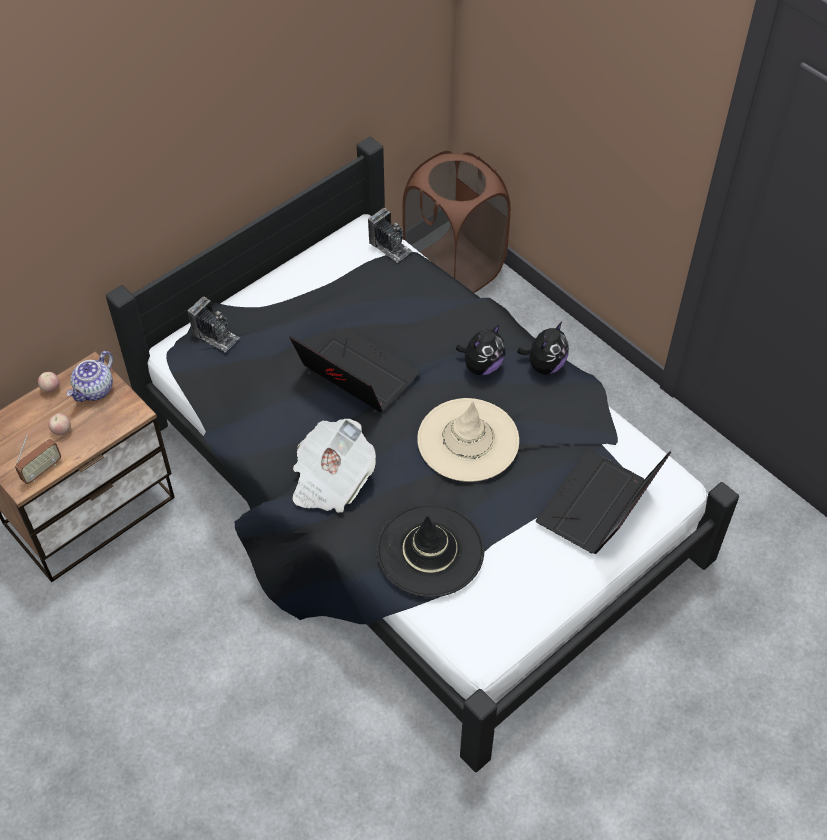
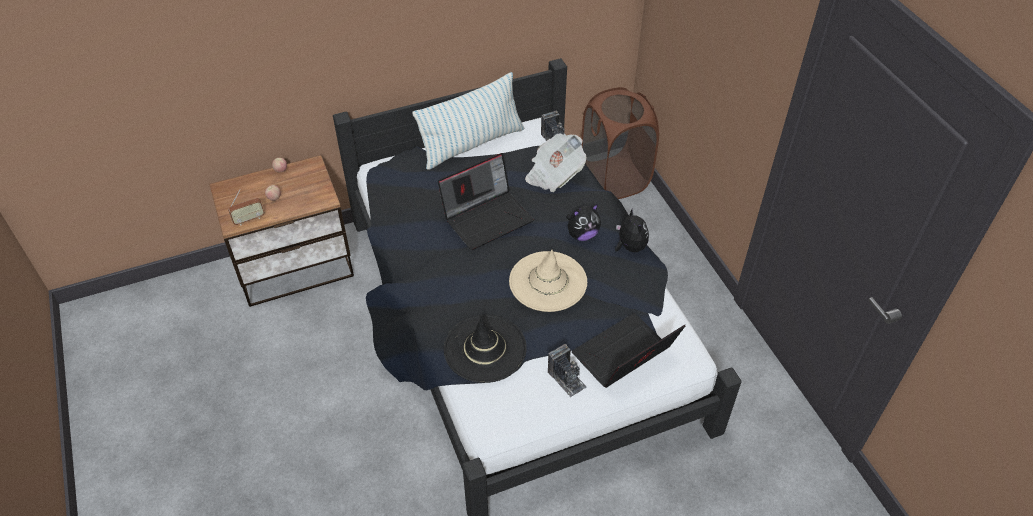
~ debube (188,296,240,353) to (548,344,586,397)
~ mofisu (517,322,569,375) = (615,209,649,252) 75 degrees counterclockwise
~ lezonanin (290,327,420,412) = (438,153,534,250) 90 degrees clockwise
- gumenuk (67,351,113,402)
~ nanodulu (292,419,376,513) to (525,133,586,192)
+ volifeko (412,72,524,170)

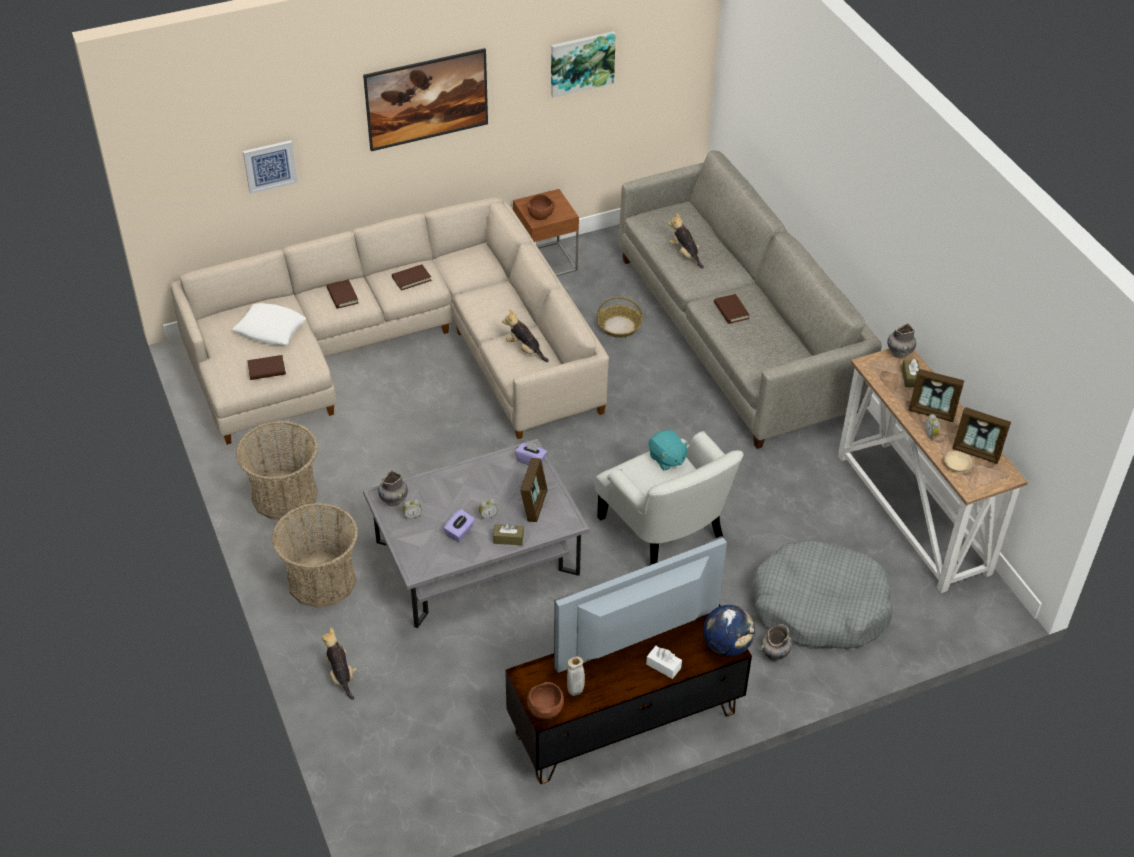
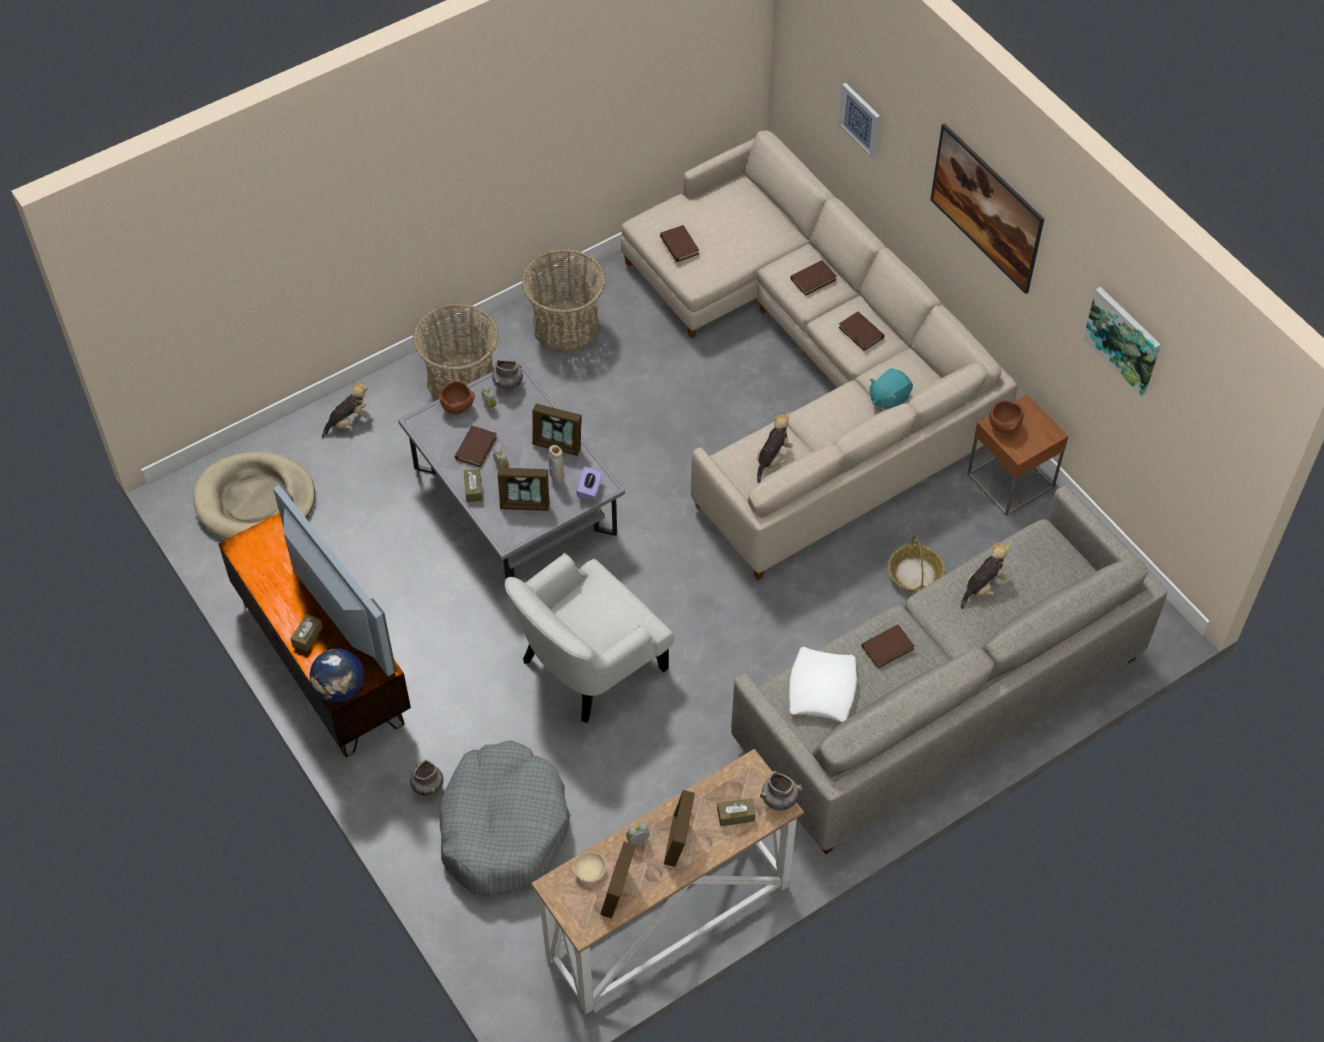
~ white_volifeko (233,303,306,345) to (789,647,857,722)
~ turquoise_mofisu (648,430,689,471) to (870,368,913,410)
~ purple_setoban (444,509,475,542) to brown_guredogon (455,426,497,467)
~ white_setoban (646,646,682,679) to brown_setoban (290,614,323,652)
~ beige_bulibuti (567,656,585,696) to (549,445,564,484)
~ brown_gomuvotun (527,682,564,719) to (438,381,475,415)
+ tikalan (532,403,582,456)
+ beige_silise (193,452,315,539)

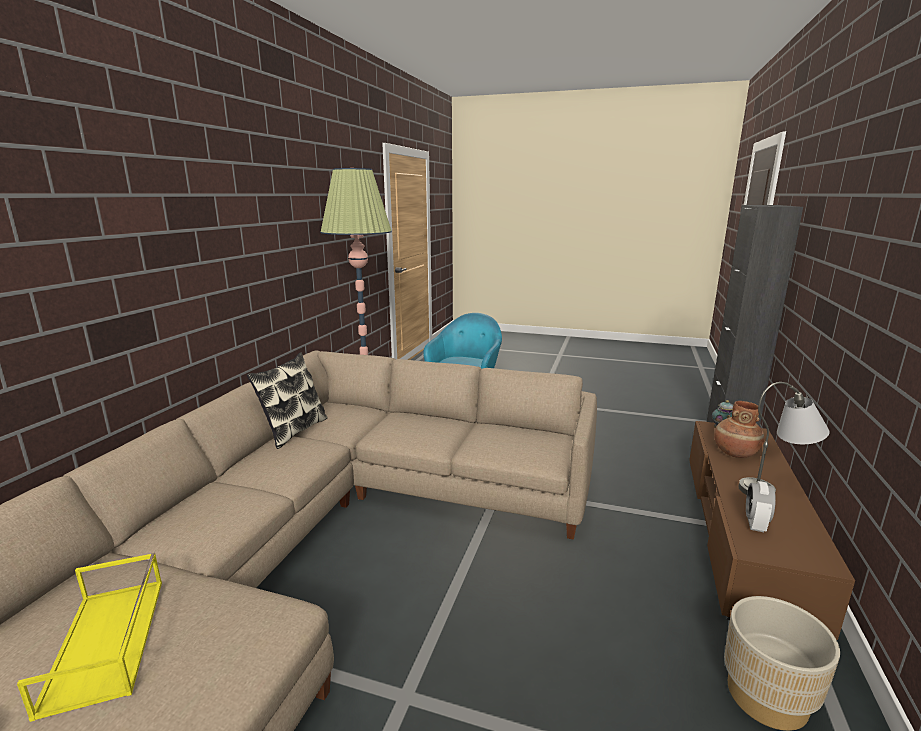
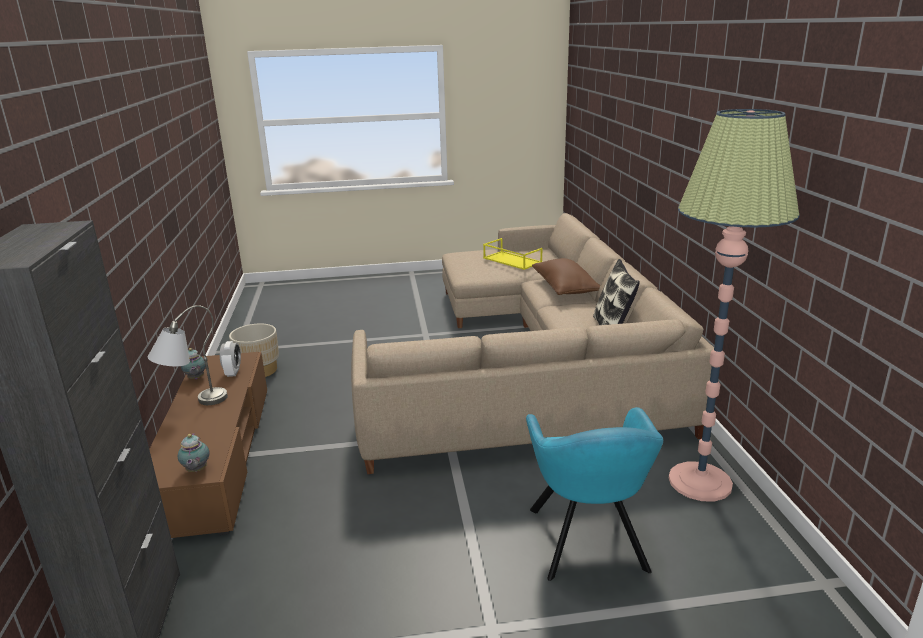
- brown_bulibuti (714,401,764,458)
+ brown_volifeko (532,258,600,295)
+ gumenuk (181,348,206,379)

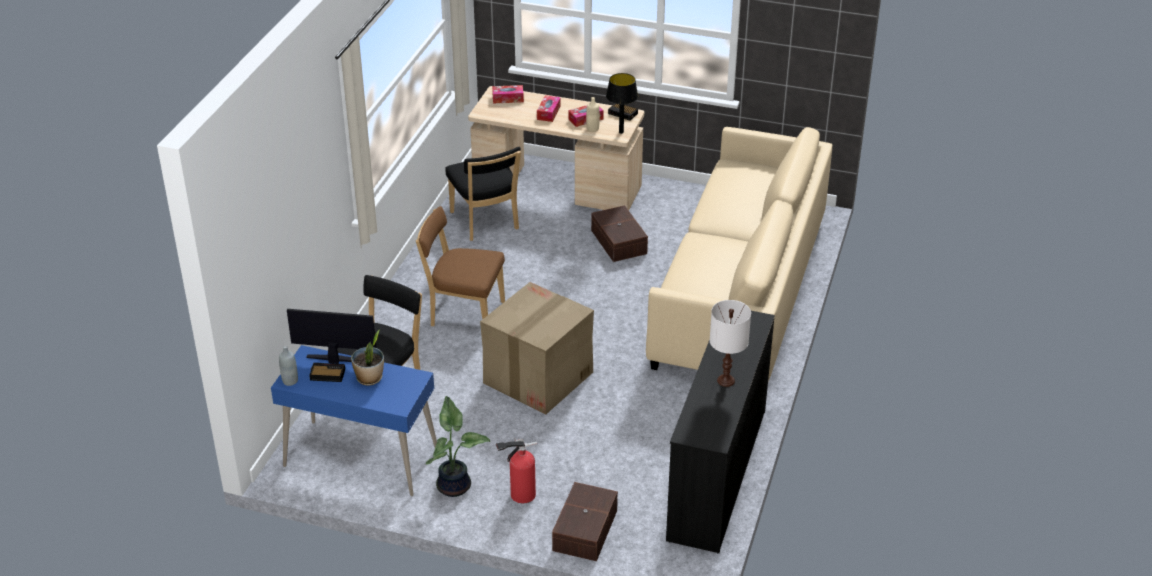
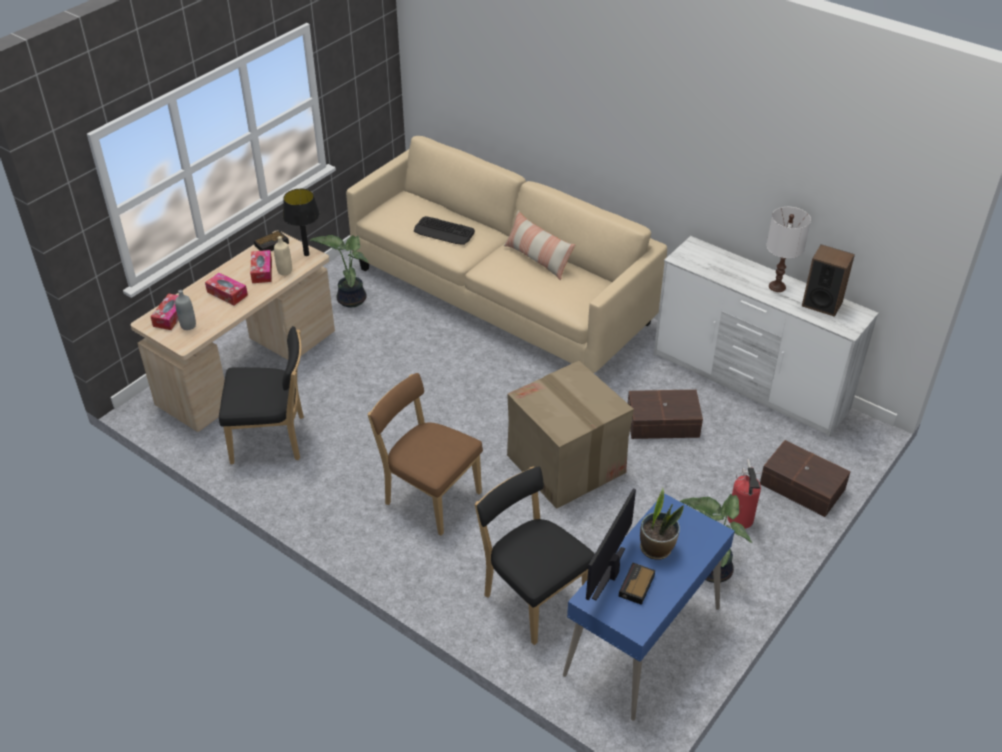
~ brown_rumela (591,205,648,262) to (628,389,703,439)
~ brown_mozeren (416,206,505,326) = (368,373,483,536) 90 degrees clockwise
~ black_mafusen (666,311,775,553) to white_mafusen (654,236,879,437)
~ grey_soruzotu (279,345,298,386) to (175,290,196,330)
+ volifeko (504,210,575,280)
+ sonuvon (414,216,475,245)
+ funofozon (310,235,368,307)
+ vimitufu (802,244,855,317)

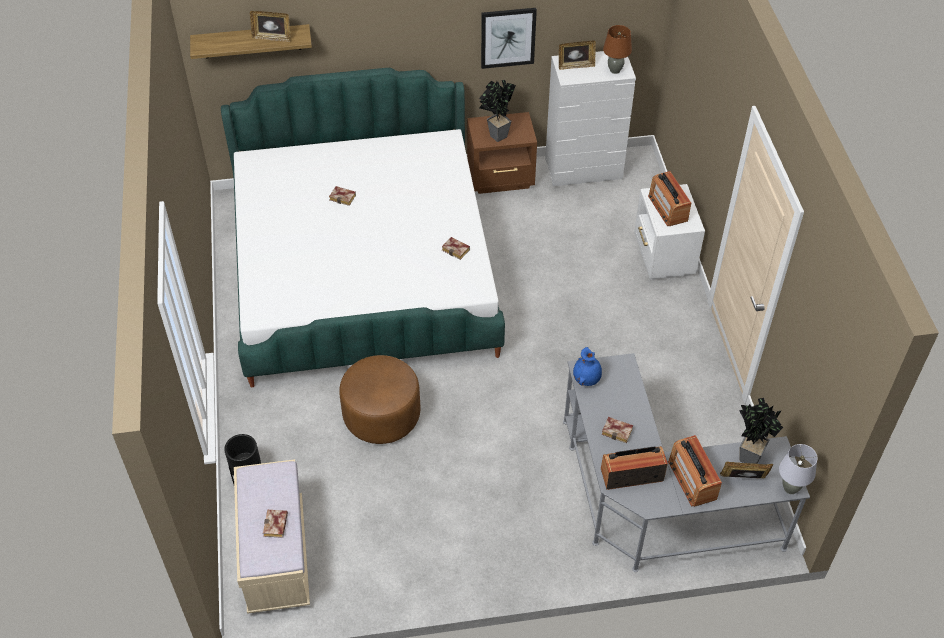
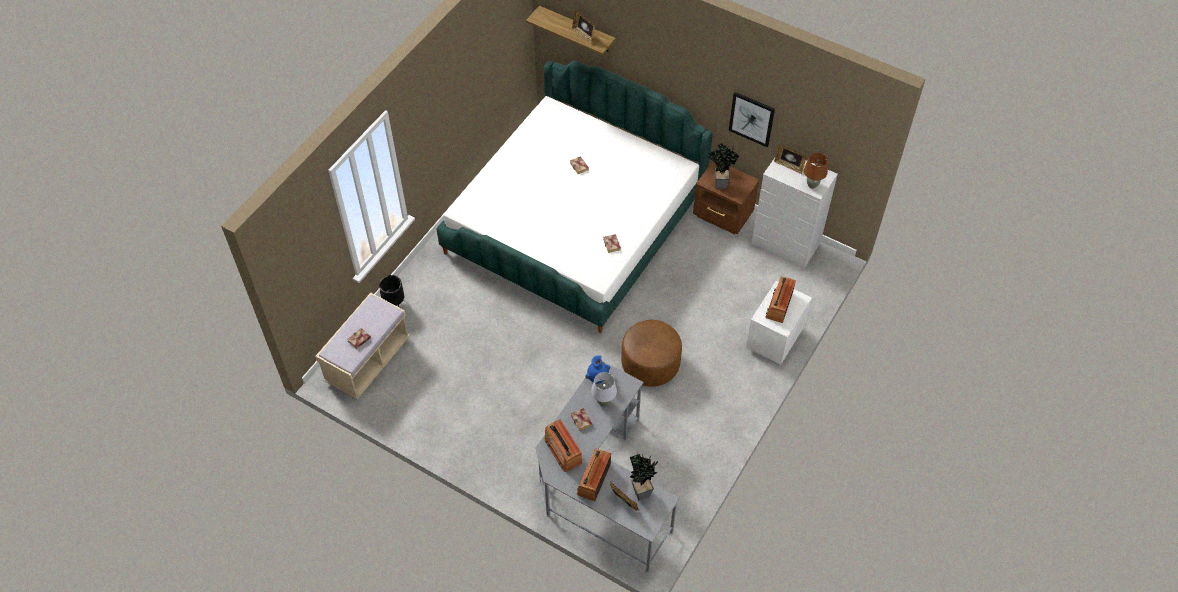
~ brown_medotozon (339,355,421,444) to (621,320,682,387)
~ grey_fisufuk (779,444,818,494) to (591,372,617,407)
~ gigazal (601,446,668,490) = (544,419,582,472) 150 degrees counterclockwise

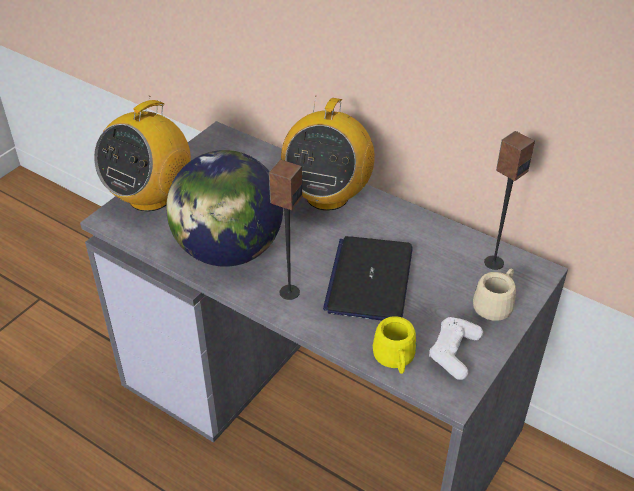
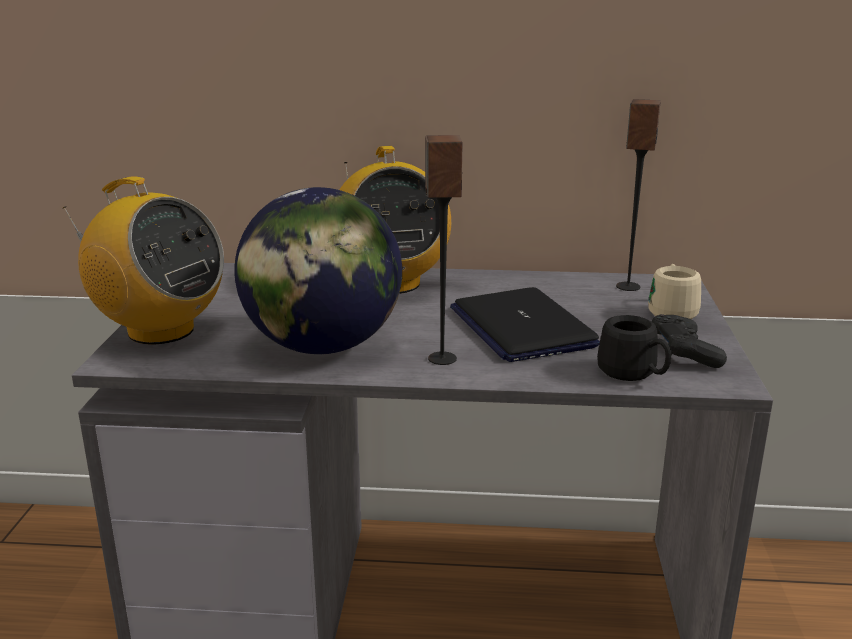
~ gigazal (94,96,191,212) = (63,176,224,344) 60 degrees counterclockwise
~ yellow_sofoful (373,316,416,374) to black_sofoful (597,315,671,381)
~ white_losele (429,317,483,380) to black_losele (652,314,727,368)

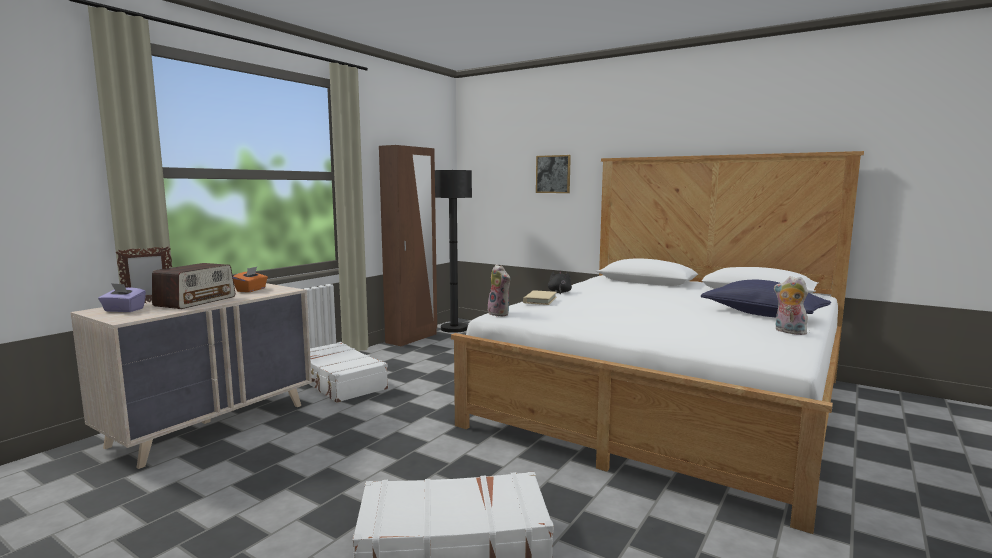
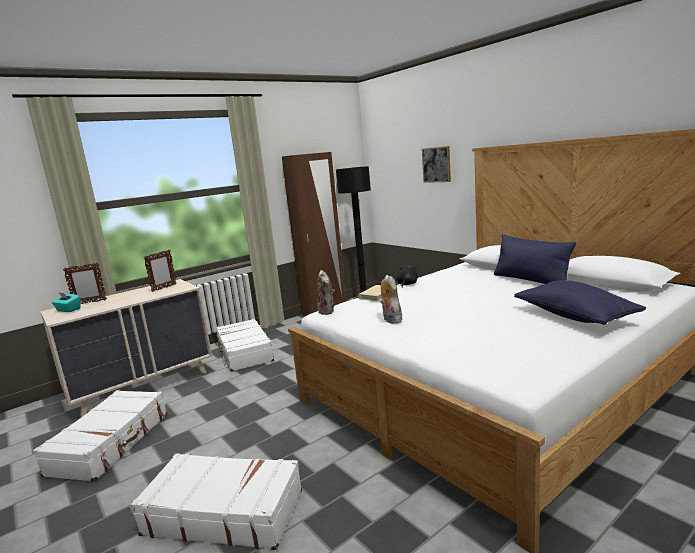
- gigazal (152,263,235,309)
~ orange_setoban (233,267,268,292) to tikalan (144,250,177,292)
~ mofisu (774,276,811,335) to (380,275,402,324)
~ purple_setoban (98,283,146,312) to turquoise_setoban (52,293,81,312)
+ blue_volifeko (494,234,576,284)
+ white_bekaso (33,390,167,482)

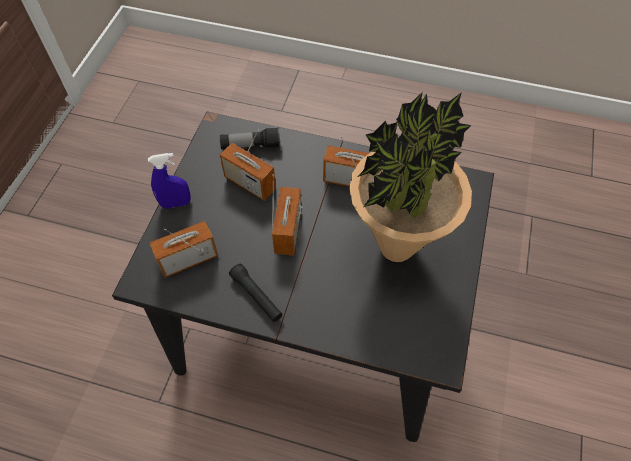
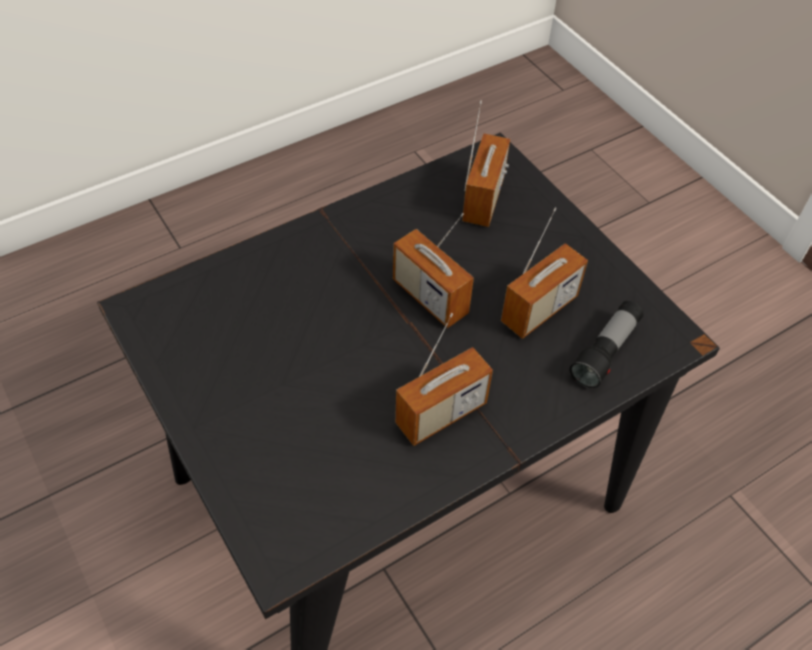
- funofozon (349,92,472,262)
~ gigazal (220,129,276,201) = (501,208,588,339) 150 degrees clockwise
- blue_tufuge (148,153,191,209)
- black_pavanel (229,264,282,322)

